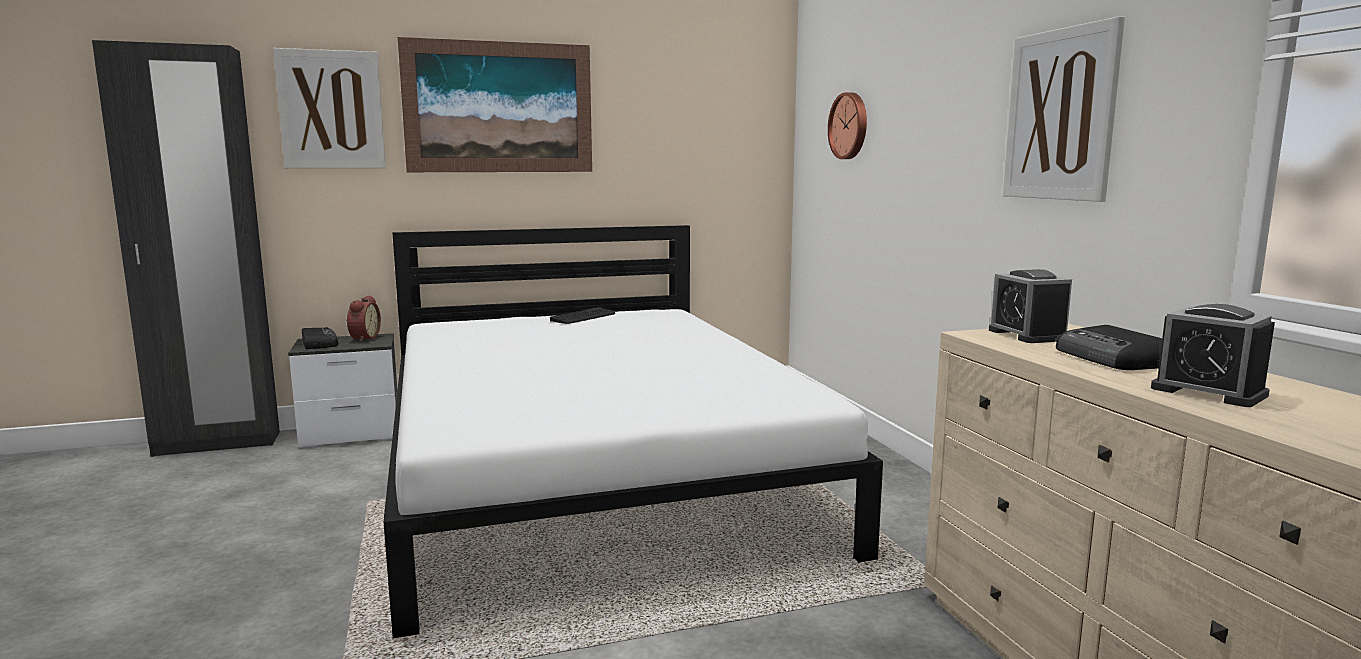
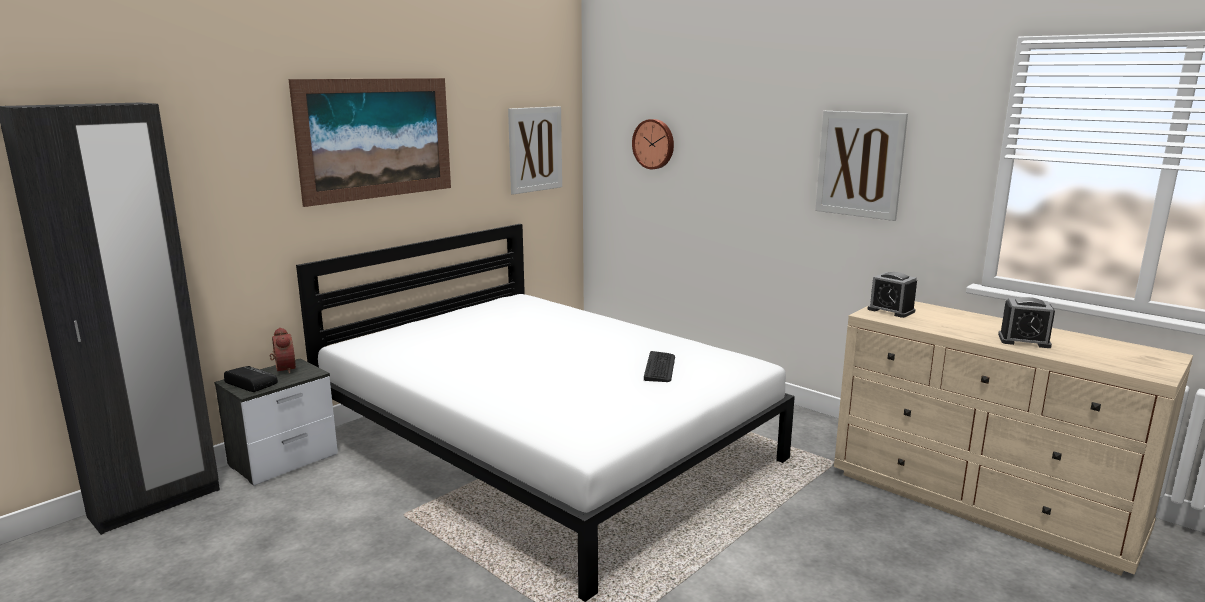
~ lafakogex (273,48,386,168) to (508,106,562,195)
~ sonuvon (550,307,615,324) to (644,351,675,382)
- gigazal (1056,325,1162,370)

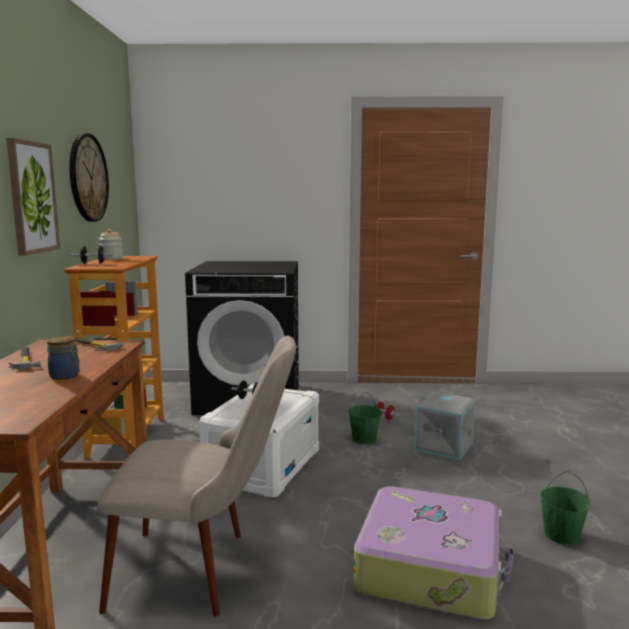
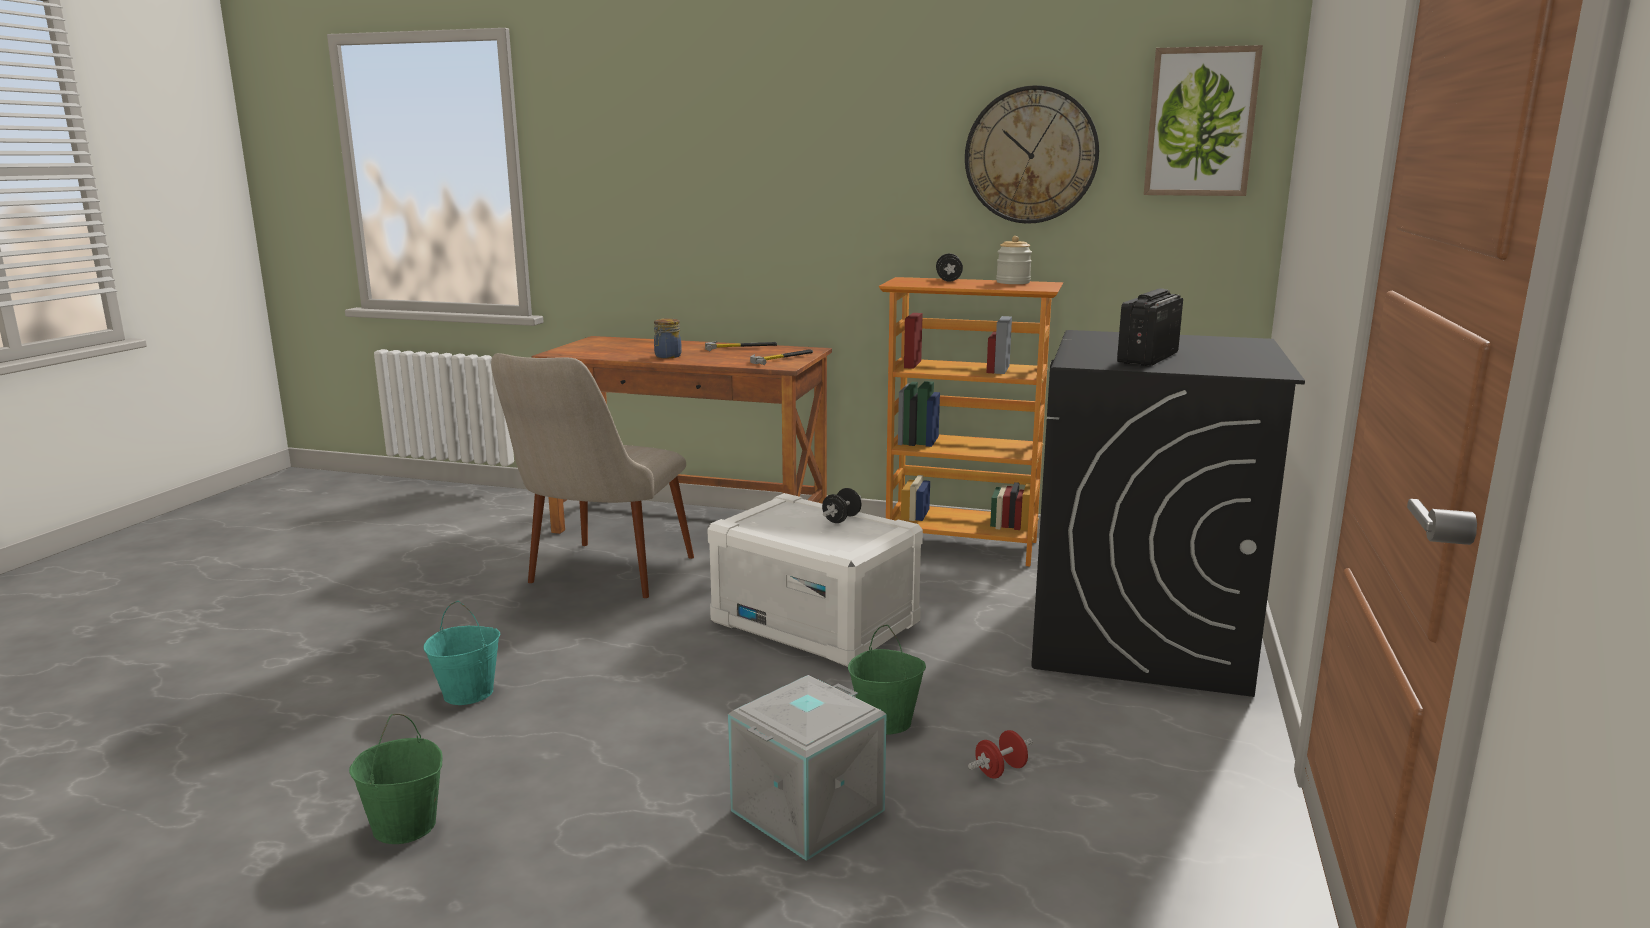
~ lafakogex (6,138,60,256) to (1144,45,1263,196)
~ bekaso (353,486,514,620) to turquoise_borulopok (424,601,500,705)
+ gigazal (1117,289,1183,366)

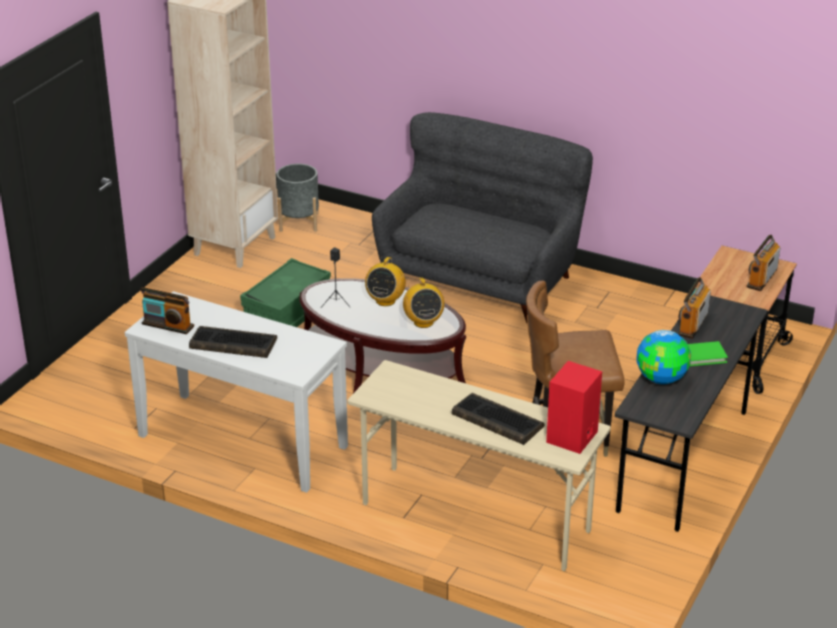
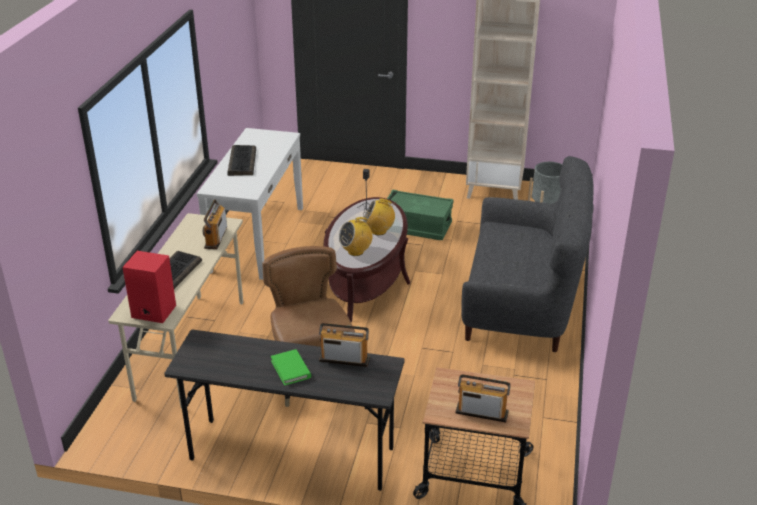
~ gigazal (140,287,194,334) to (203,200,227,249)
- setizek (636,330,691,384)

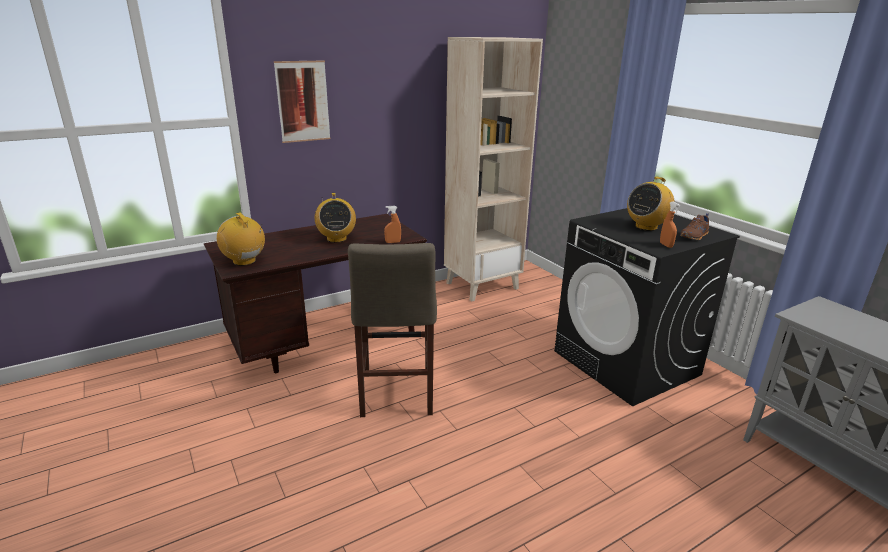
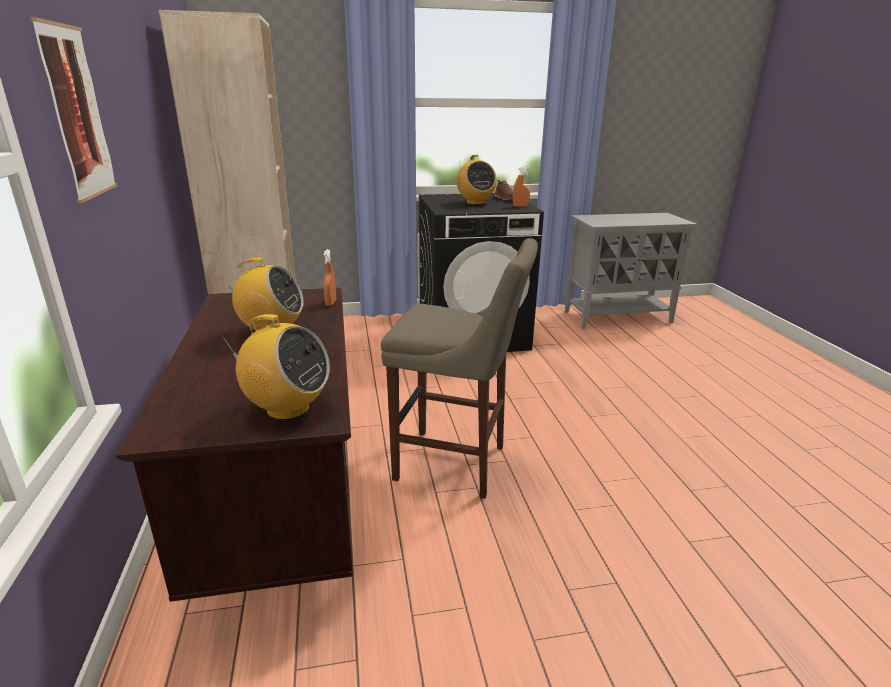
~ gigazal (217,212,265,266) = (222,314,330,420) 135 degrees counterclockwise

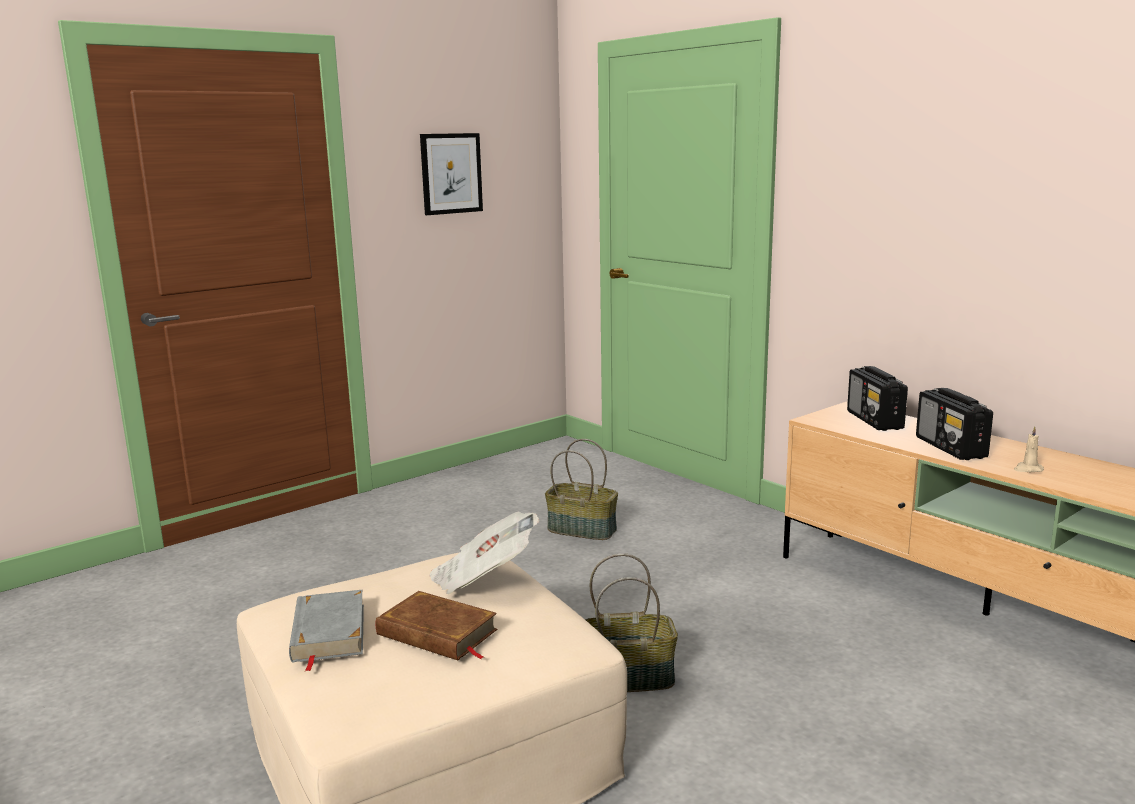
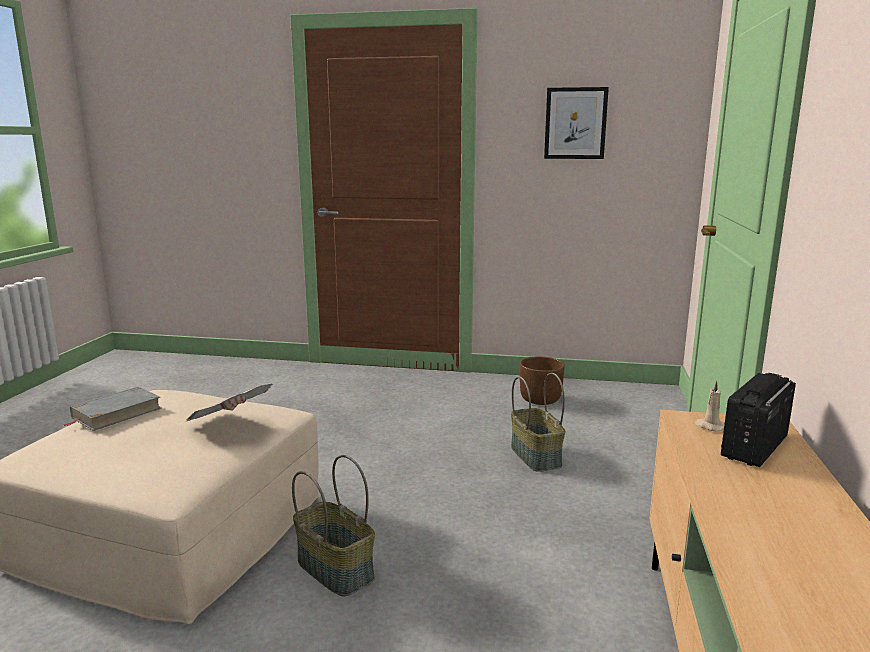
- gigazal (916,388,993,460)
~ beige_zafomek (1014,426,1044,472) to (695,381,725,432)
- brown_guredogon (376,591,497,660)
+ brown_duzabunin (520,356,565,405)

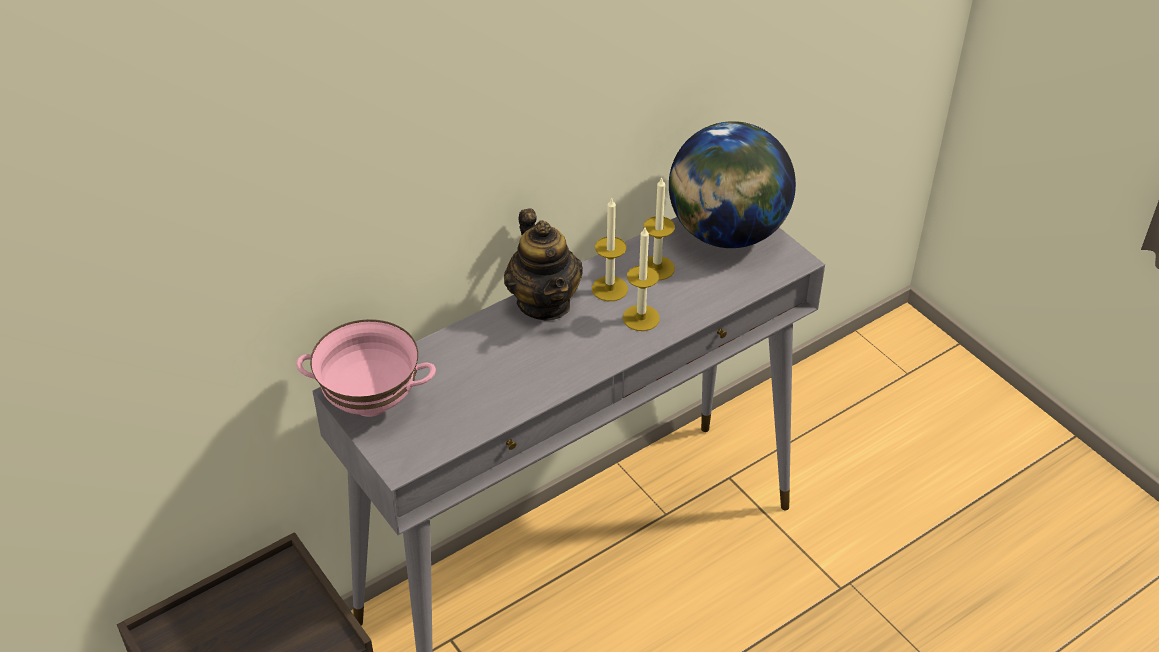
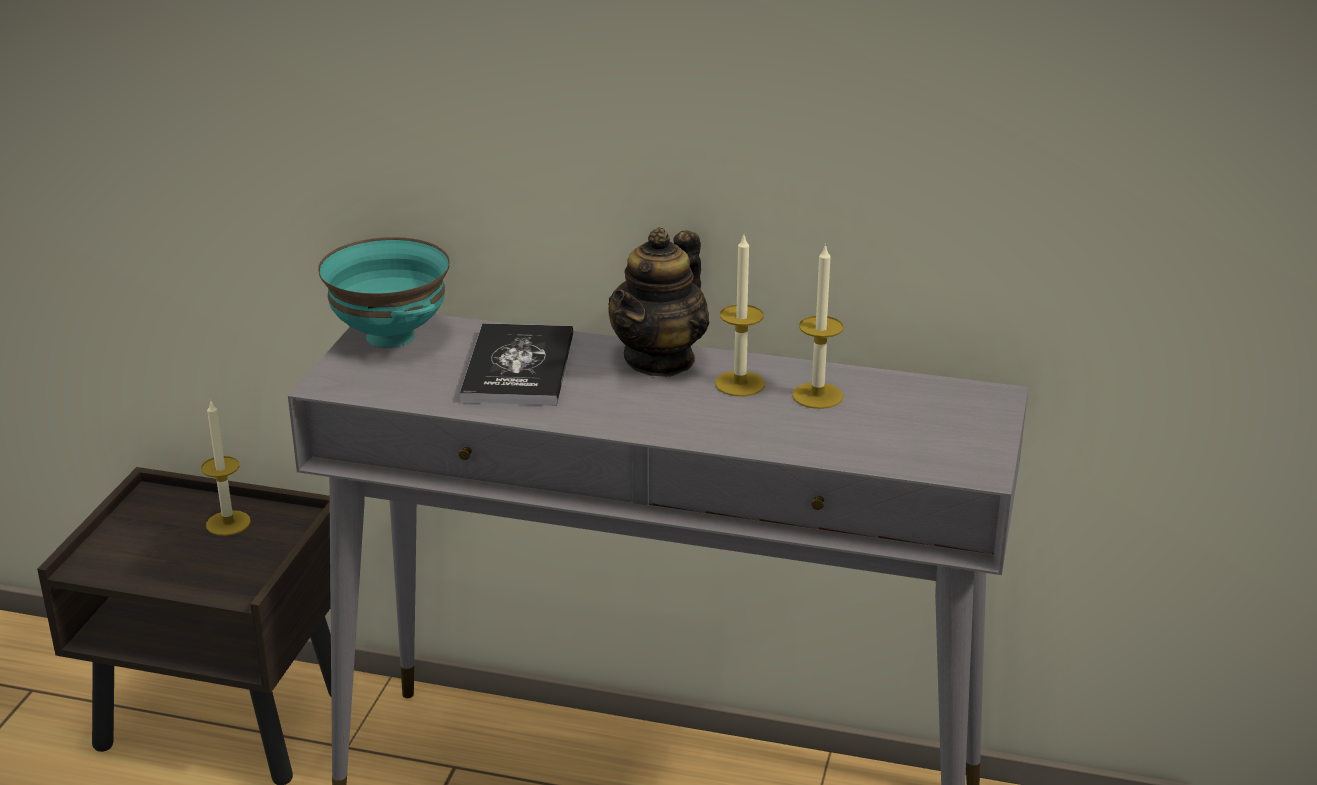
- setizek (669,121,796,248)
~ zafomek (623,227,660,331) to (201,399,251,536)
~ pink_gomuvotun (296,319,436,417) to turquoise_gomuvotun (318,237,450,348)
+ guredogon (460,323,573,406)

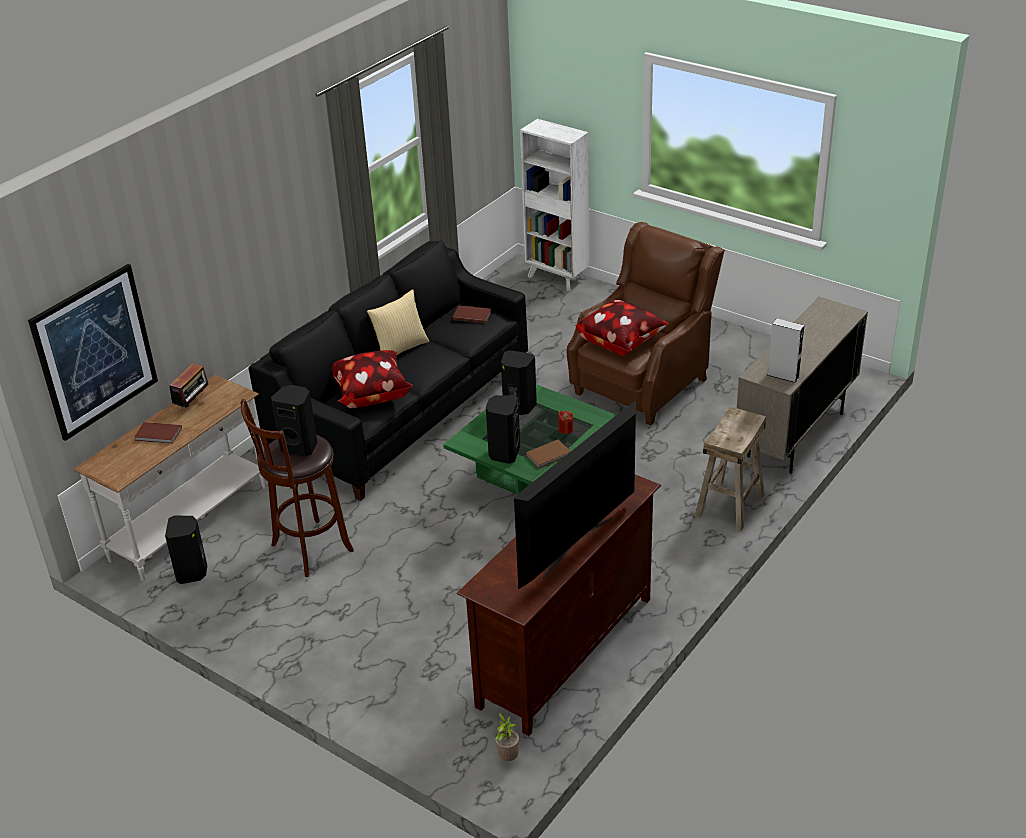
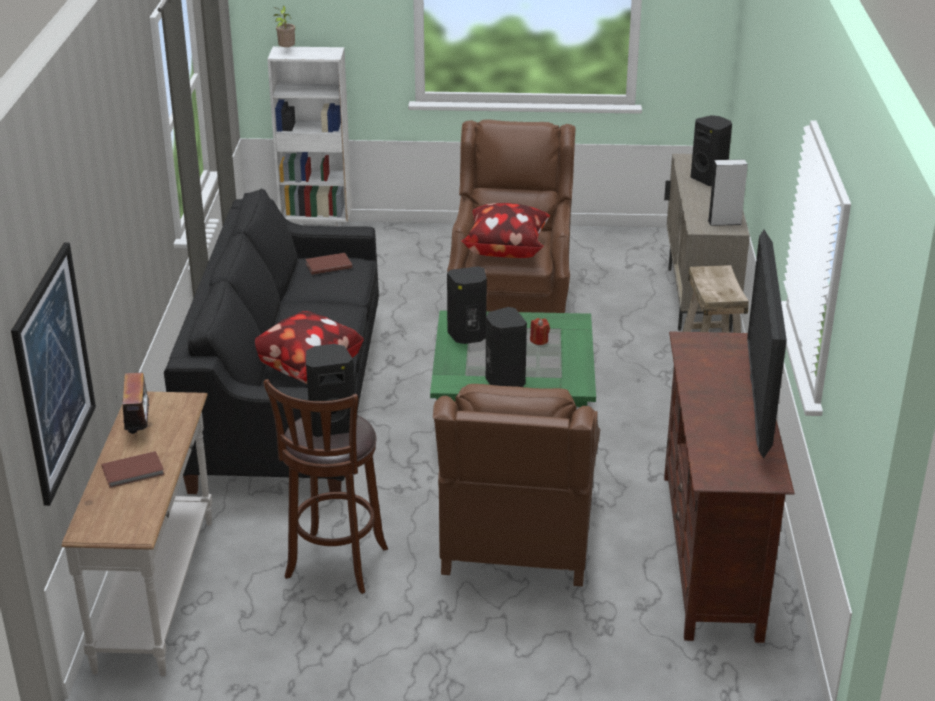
- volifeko (367,289,429,355)
- brown_guredogon (525,439,571,468)
~ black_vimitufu (165,515,207,584) to (691,115,732,186)
~ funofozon (495,712,519,761) to (273,5,295,47)
+ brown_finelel (433,384,600,587)

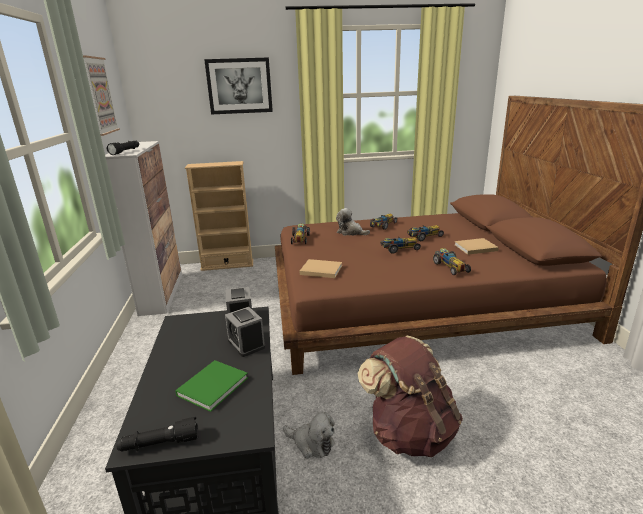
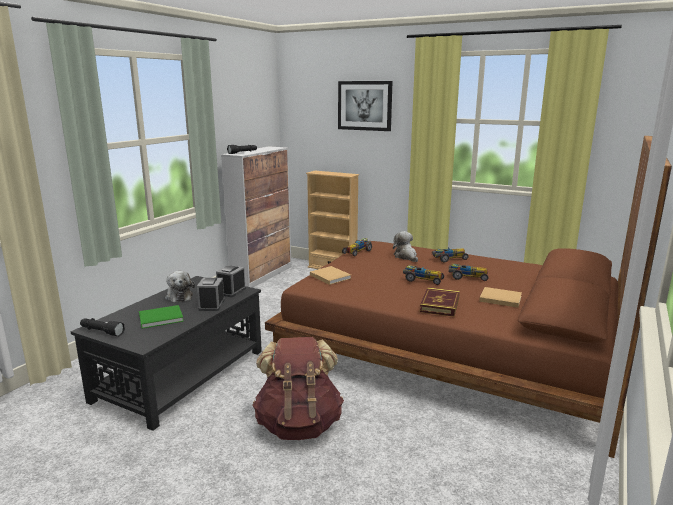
- lafakogex (83,56,120,136)
~ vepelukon (433,248,471,275) to guredogon (420,287,460,317)
~ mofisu (283,412,335,459) to (165,271,195,303)

